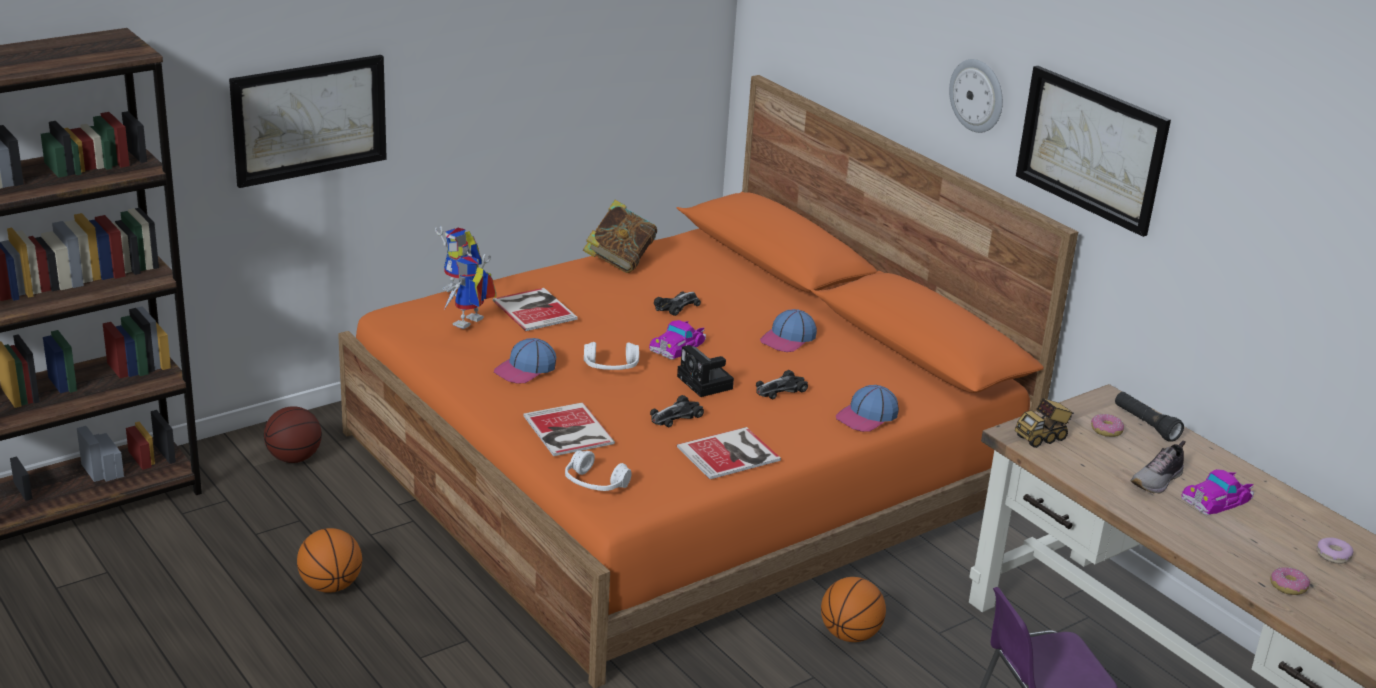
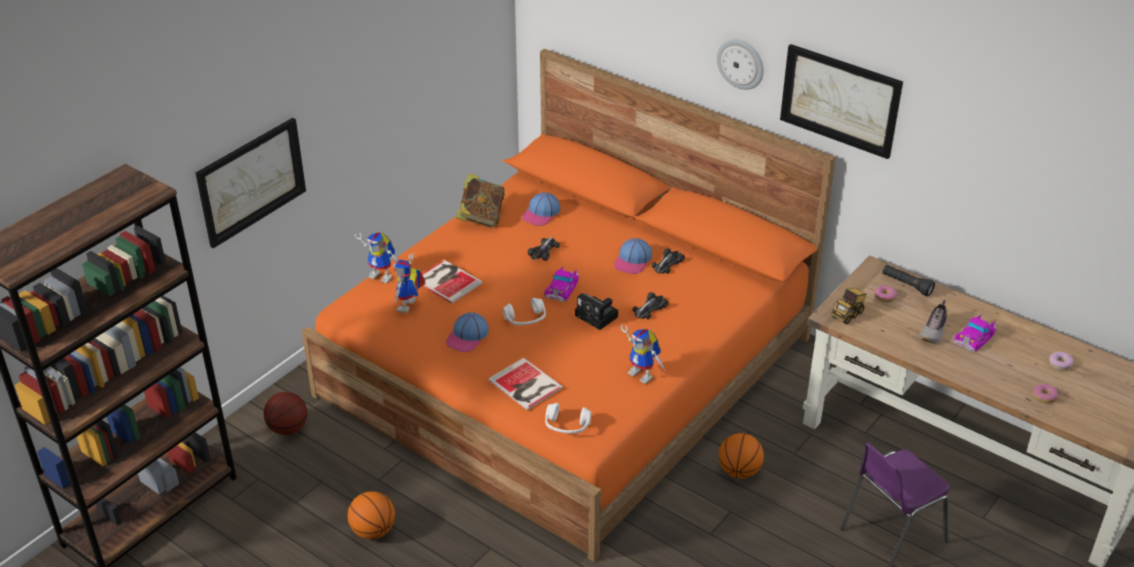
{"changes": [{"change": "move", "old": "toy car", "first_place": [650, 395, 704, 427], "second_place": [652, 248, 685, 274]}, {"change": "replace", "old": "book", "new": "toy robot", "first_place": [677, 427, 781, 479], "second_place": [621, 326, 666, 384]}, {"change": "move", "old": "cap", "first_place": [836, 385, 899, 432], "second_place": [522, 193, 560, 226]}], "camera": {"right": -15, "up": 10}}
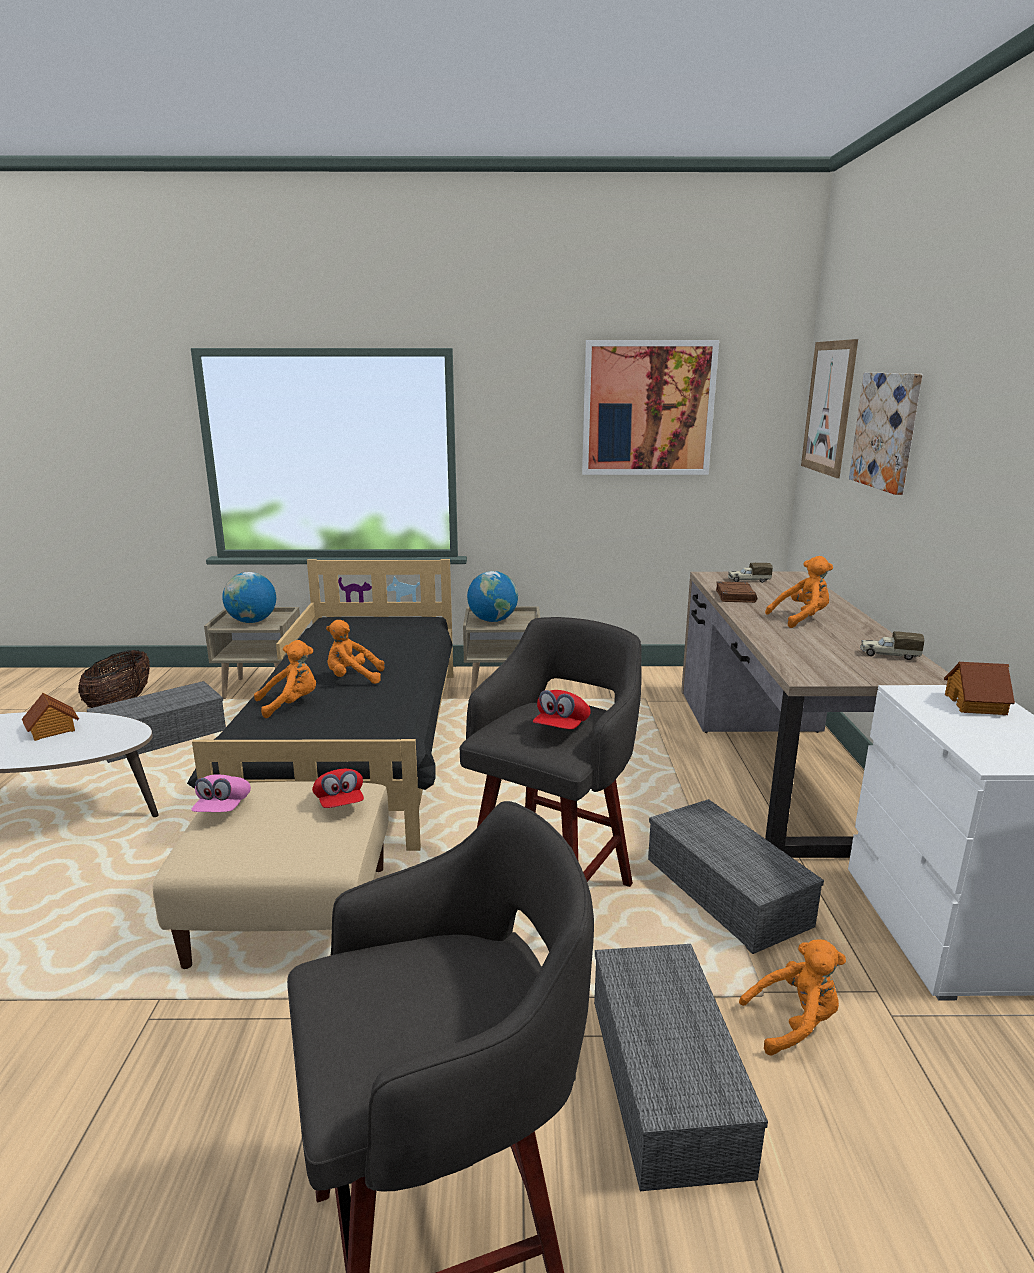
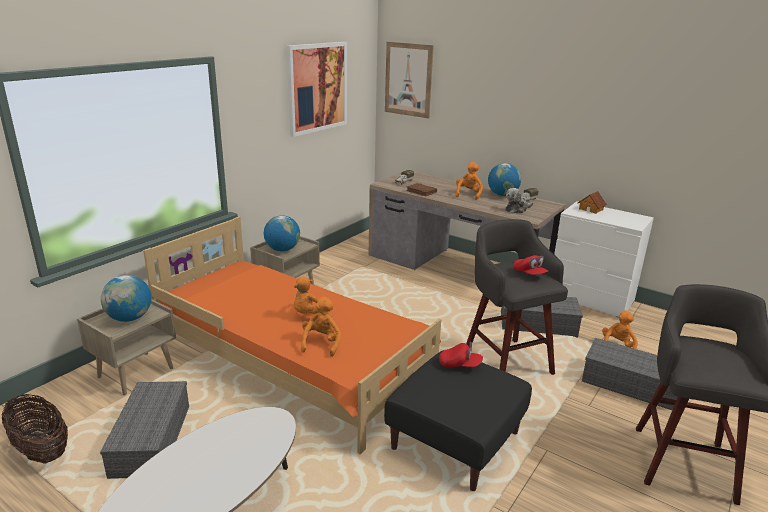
{"changes": [{"change": "delete", "old": "toy house", "first_place": [22, 693, 79, 741]}, {"change": "recolor", "old": "ottoman (beige)", "new": "ottoman (black)", "first_place": [153, 782, 389, 969], "second_place": [384, 350, 532, 491]}, {"change": "recolor", "old": "bed (black)", "new": "bed (orange)", "first_place": [187, 559, 453, 851], "second_place": [143, 217, 441, 454]}, {"change": "delete", "old": "cap (pink)", "first_place": [191, 775, 251, 812]}, {"change": "delete", "old": "picture", "first_place": [849, 373, 923, 495]}, {"change": "insert", "new": "globe", "second_place": [488, 163, 521, 196]}, {"change": "insert", "new": "plush toy", "second_place": [505, 188, 533, 213]}], "camera": {"right": -55, "up": 5}}
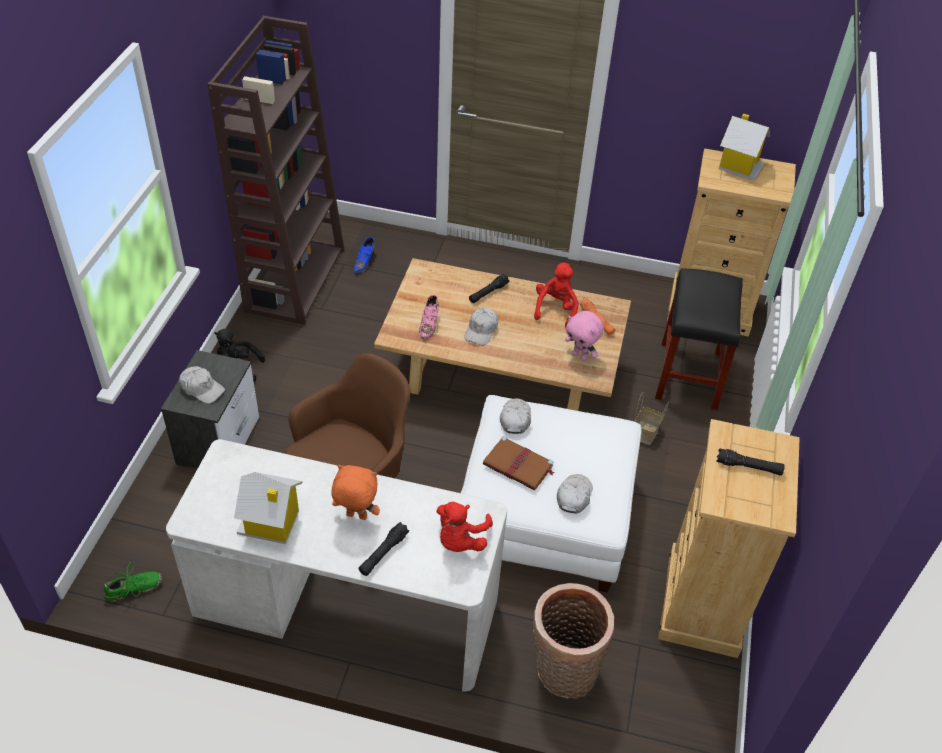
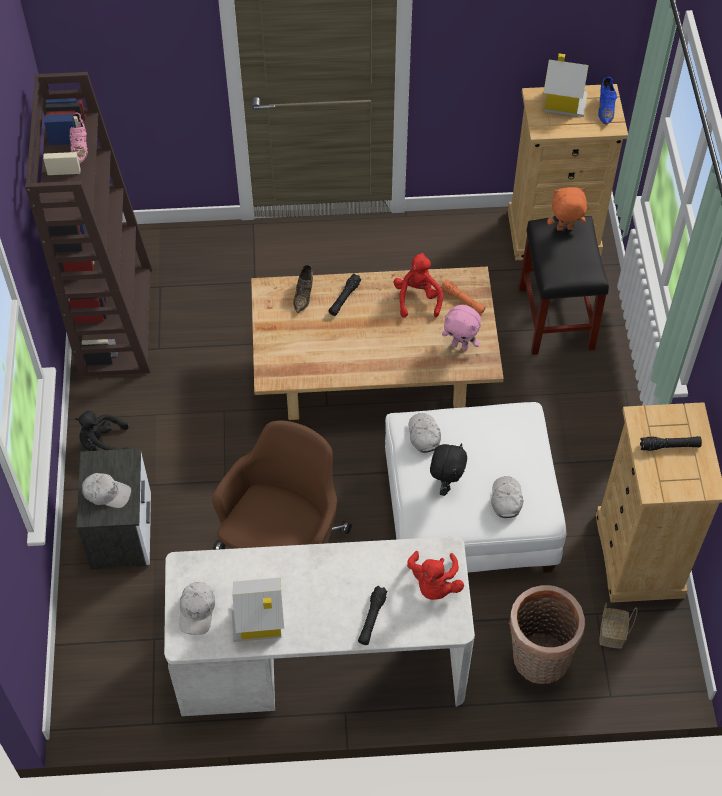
{"changes": [{"change": "delete", "old": "shoe (green)", "first_place": [104, 562, 162, 601]}, {"change": "move", "old": "plush toy (orange)", "first_place": [331, 465, 380, 520], "second_place": [547, 187, 587, 231]}, {"change": "move", "old": "shoe (blue)", "first_place": [354, 237, 375, 273], "second_place": [598, 77, 618, 124]}, {"change": "move", "old": "shoe (pink)", "first_place": [419, 295, 439, 339], "second_place": [70, 112, 88, 164]}, {"change": "move", "old": "cap (white)", "first_place": [464, 308, 498, 345], "second_place": [179, 582, 215, 635]}, {"change": "replace", "old": "book (brown)", "new": "plush toy (black)", "first_place": [483, 436, 555, 490], "second_place": [430, 443, 467, 496]}, {"change": "move", "old": "basket", "first_place": [635, 392, 669, 445], "second_place": [600, 602, 637, 649]}, {"change": "insert", "new": "shoe (brown)", "second_place": [293, 265, 313, 313]}], "camera": {"right": -15, "up": 10}}
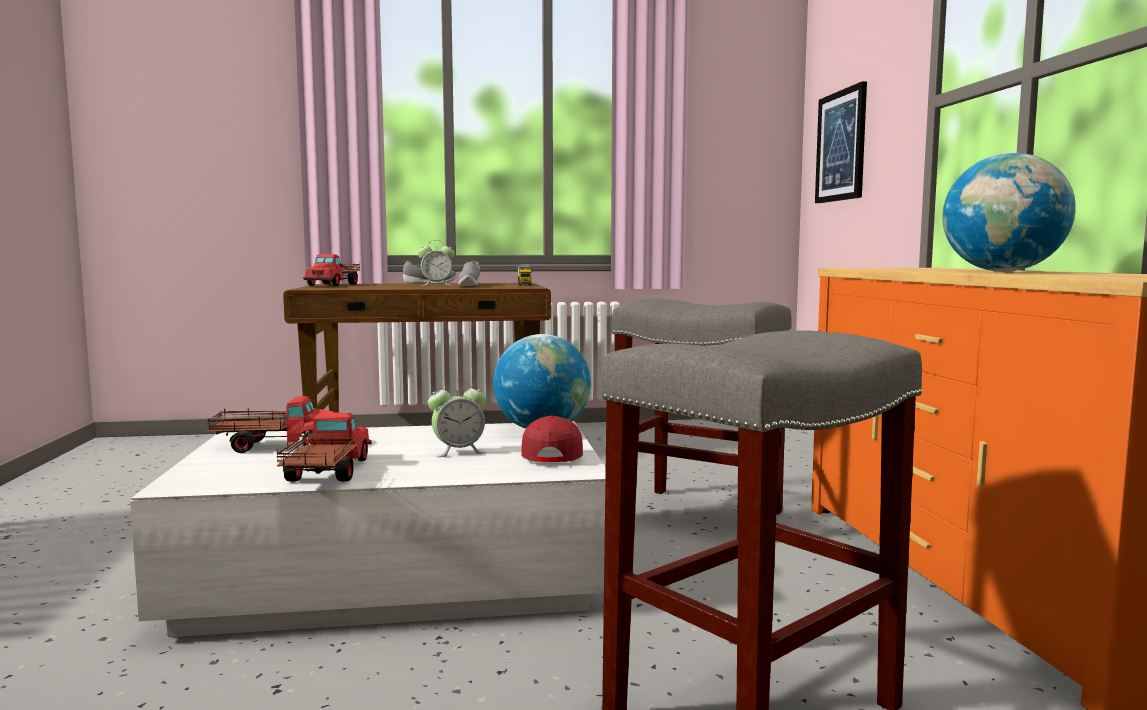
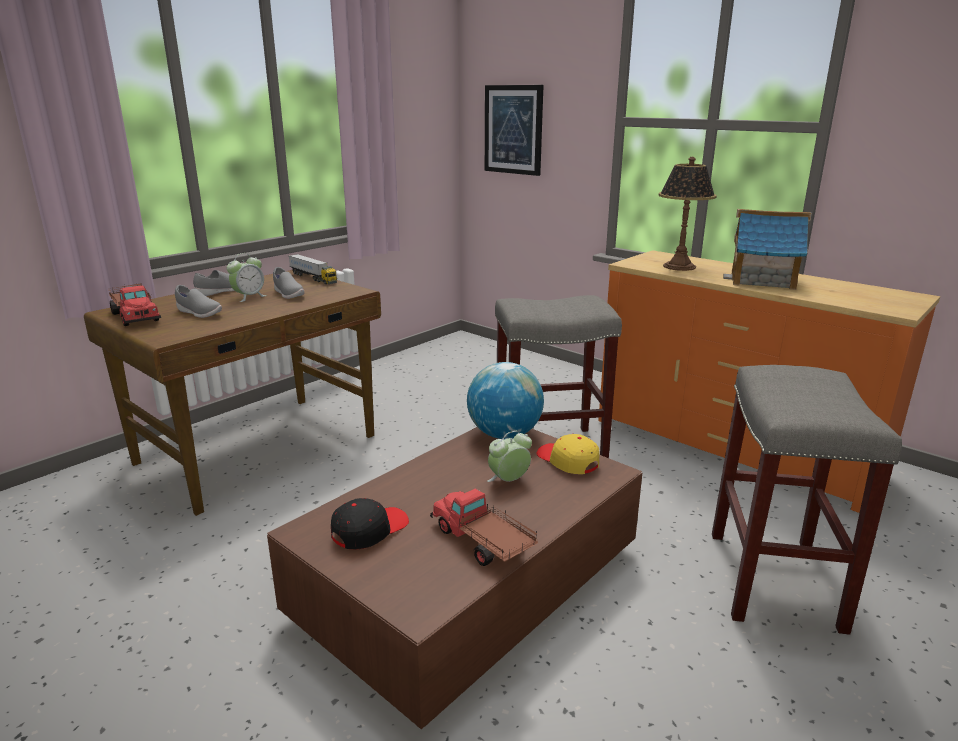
{"changes": [{"change": "recolor", "old": "coffee table (white)", "new": "coffee table (brown)", "first_place": [130, 421, 606, 637], "second_place": [267, 427, 642, 729]}, {"change": "replace", "old": "toy truck", "new": "cap (black)", "first_place": [207, 396, 335, 453], "second_place": [331, 498, 409, 550]}, {"change": "rotate", "old": "alarm clock", "first_place": [428, 380, 487, 457], "second_place": [487, 431, 532, 482], "degrees": -150}, {"change": "recolor", "old": "cap (red)", "new": "cap (yellow)", "first_place": [521, 416, 583, 462], "second_place": [537, 434, 599, 474]}, {"change": "replace", "old": "globe", "new": "toy house", "first_place": [942, 153, 1076, 272], "second_place": [723, 209, 812, 290]}, {"change": "insert", "new": "shoe (grey)", "second_place": [175, 285, 222, 318]}, {"change": "insert", "new": "table lamp", "second_place": [659, 157, 717, 271]}], "camera": {"right": -40, "up": 15}}
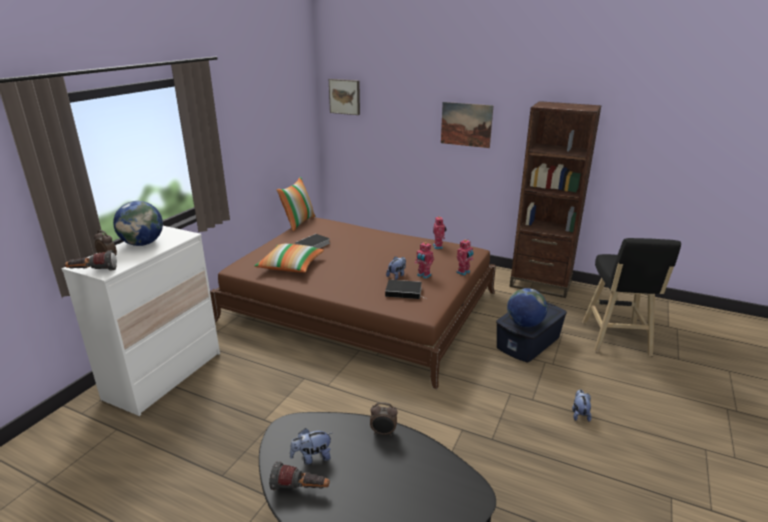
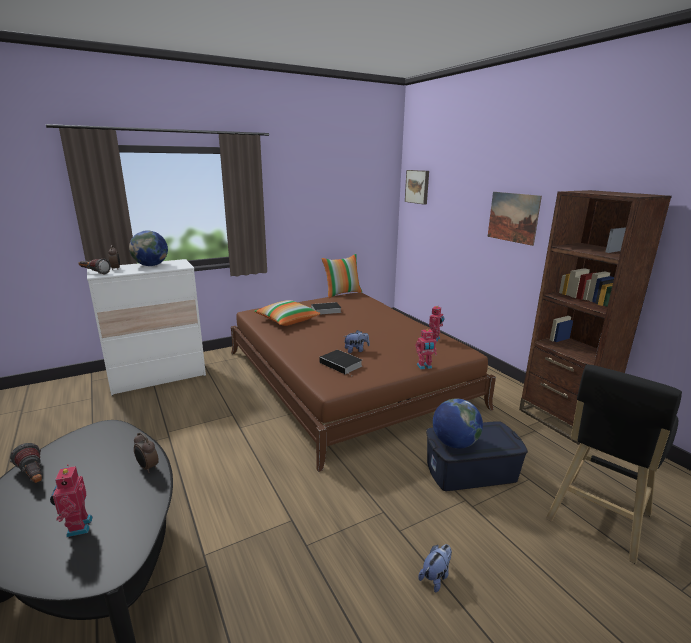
{"changes": [{"change": "delete", "old": "plush toy", "first_place": [290, 428, 332, 464]}, {"change": "move", "old": "toy robot", "first_place": [415, 242, 434, 279], "second_place": [50, 464, 93, 537]}], "camera": {"right": 35, "up": -5}}
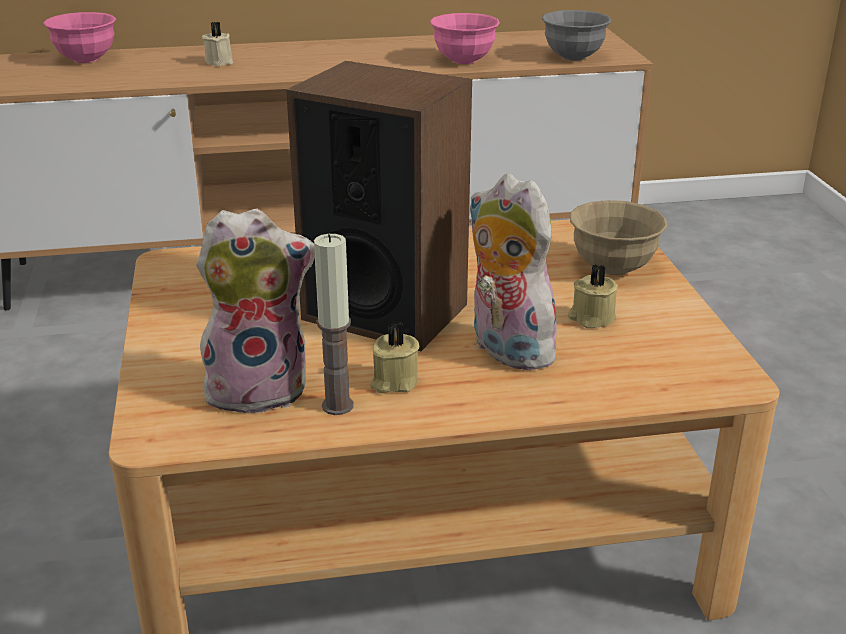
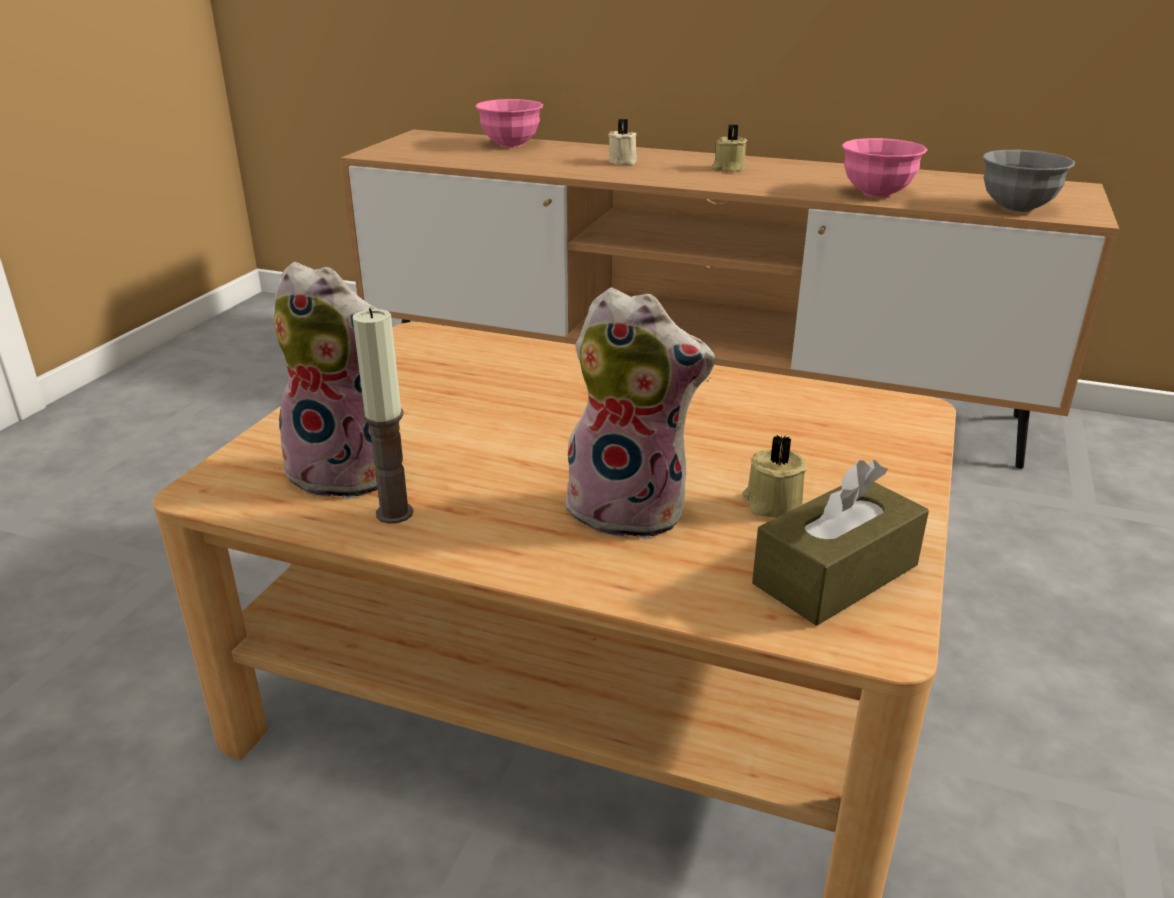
{"changes": [{"change": "delete", "old": "speaker", "first_place": [286, 61, 472, 351]}, {"change": "move", "old": "candle (beige)", "first_place": [370, 322, 419, 393], "second_place": [712, 124, 747, 172]}, {"change": "rotate", "old": "plush toy", "first_place": [469, 173, 558, 371], "second_place": [560, 288, 715, 540], "degrees": 120}, {"change": "delete", "old": "bowl (beige)", "first_place": [570, 200, 667, 275]}, {"change": "insert", "new": "tissue box (brown)", "second_place": [752, 460, 929, 626]}], "camera": {"right": 30, "up": 0}}
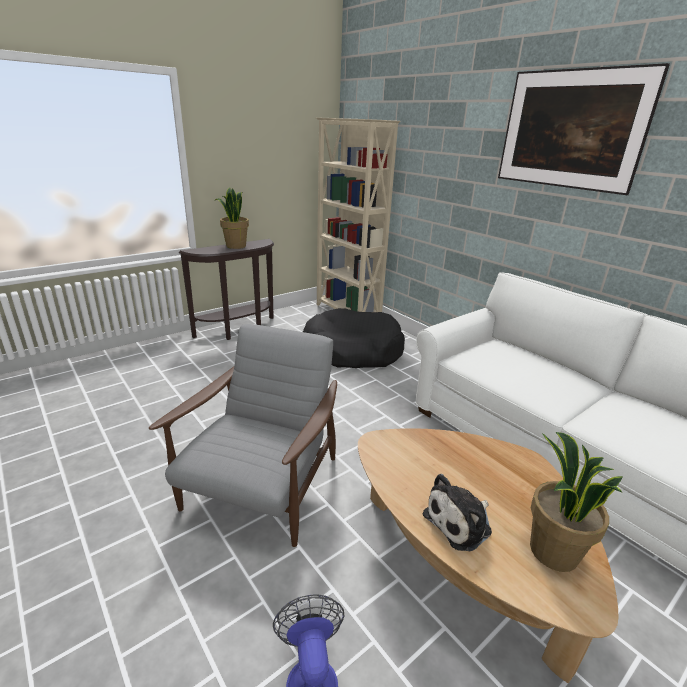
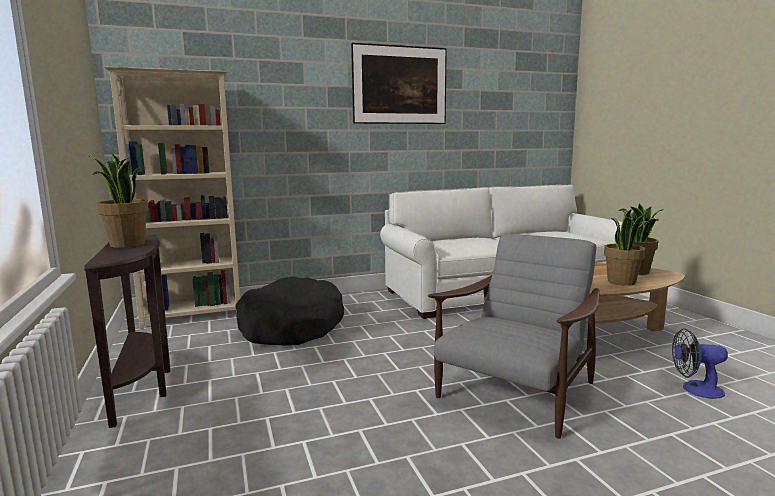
{"changes": [{"change": "rotate", "old": "armchair (grey)", "first_place": [149, 324, 337, 547], "second_place": [428, 234, 600, 439], "degrees": 90}, {"change": "replace", "old": "plush toy", "new": "potted plant", "first_place": [423, 474, 492, 551], "second_place": [604, 209, 651, 286]}], "camera": {"right": -70, "up": -15}}
